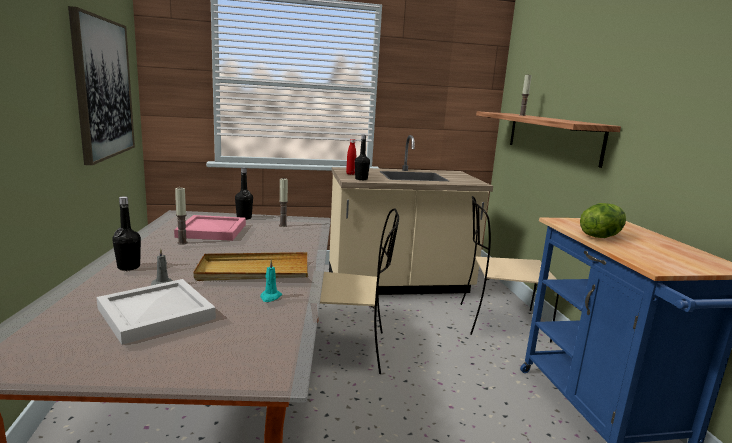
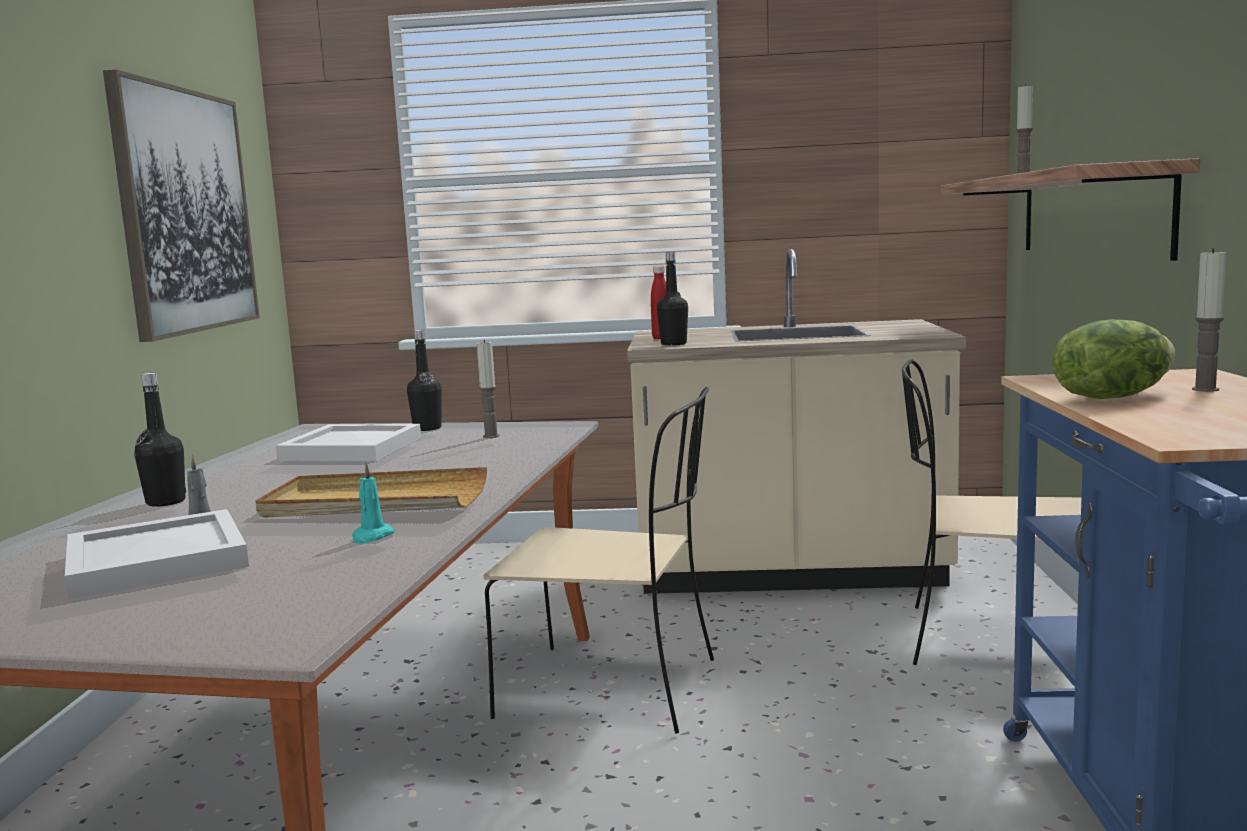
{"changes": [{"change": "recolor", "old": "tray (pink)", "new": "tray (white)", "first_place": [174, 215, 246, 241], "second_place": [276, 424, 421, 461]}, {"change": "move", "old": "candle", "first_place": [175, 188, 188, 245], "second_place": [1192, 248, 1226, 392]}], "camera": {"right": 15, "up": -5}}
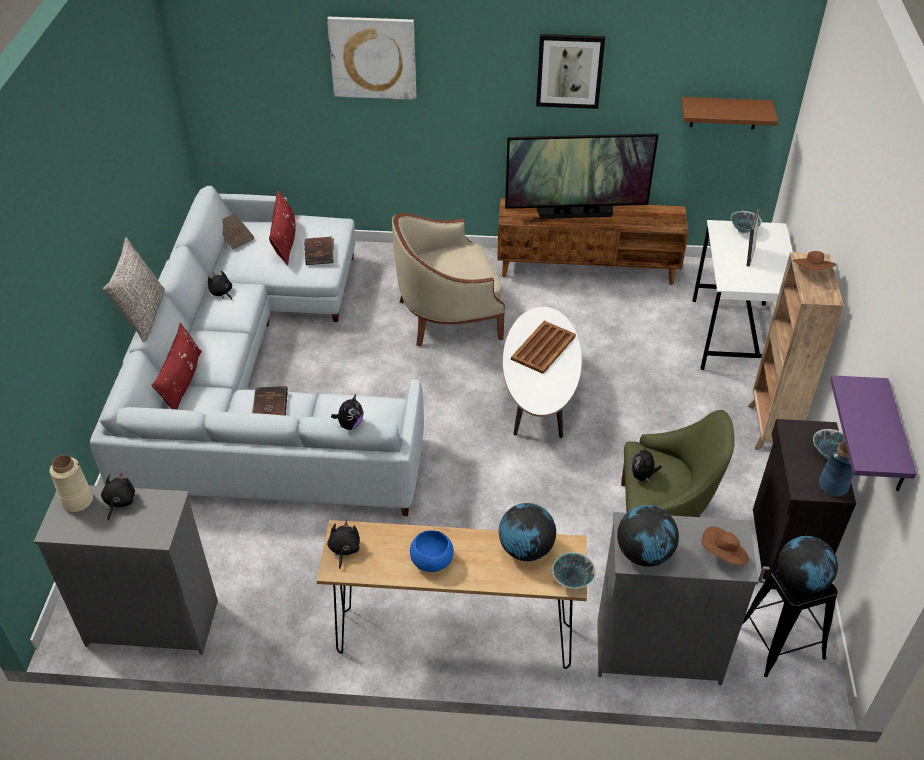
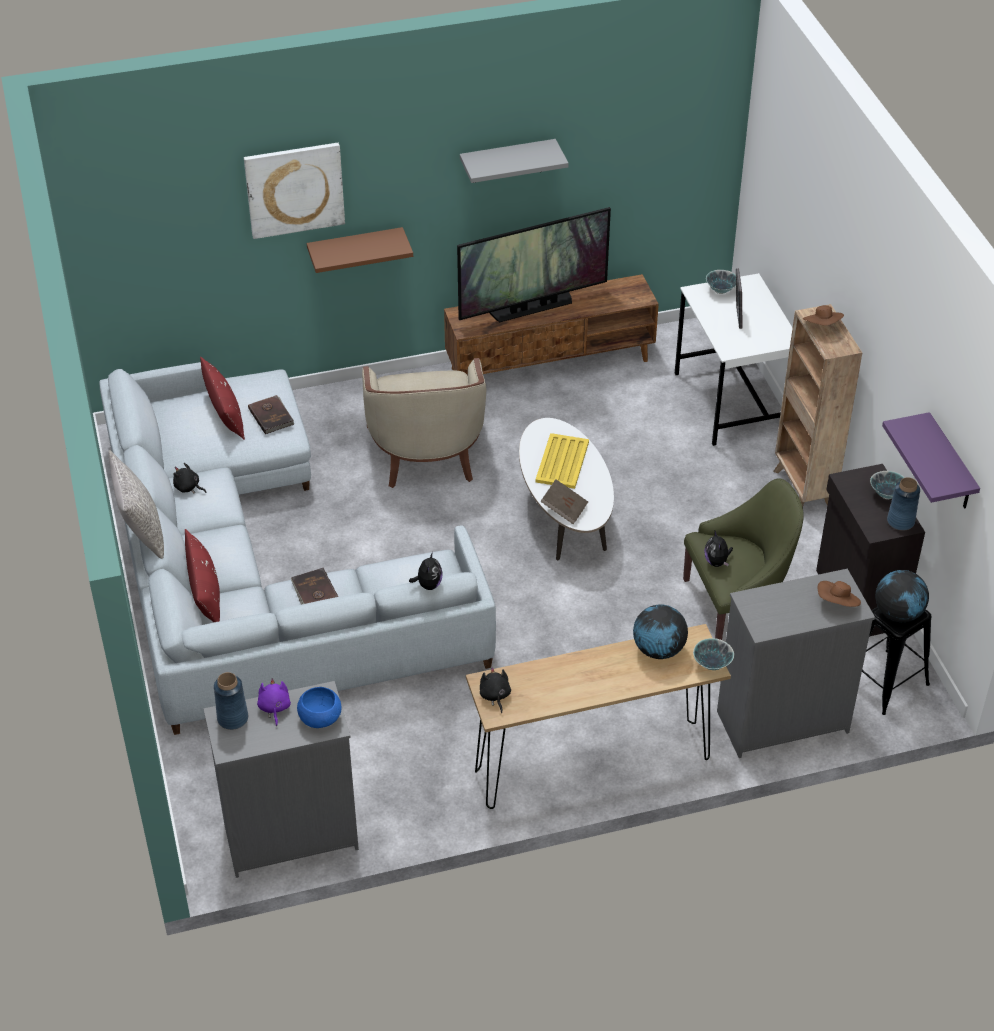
{"changes": [{"change": "recolor", "old": "vase (beige)", "new": "vase (blue)", "first_place": [50, 455, 93, 512], "second_place": [214, 672, 248, 730]}, {"change": "recolor", "old": "plush toy (black)", "new": "plush toy (purple)", "first_place": [101, 472, 135, 521], "second_place": [257, 678, 291, 726]}, {"change": "move", "old": "book (brown)", "first_place": [223, 213, 254, 250], "second_place": [540, 479, 588, 524]}, {"change": "rotate", "old": "armchair (beige)", "first_place": [392, 213, 505, 347], "second_place": [362, 358, 486, 488], "degrees": -60}, {"change": "move", "old": "bowl (blue)", "first_place": [410, 530, 454, 572], "second_place": [297, 687, 342, 728]}, {"change": "recolor", "old": "tray (brown)", "new": "tray (yellow)", "first_place": [511, 321, 576, 374], "second_place": [535, 433, 589, 489]}, {"change": "replace", "old": "picture", "new": "shelf (grey)", "first_place": [536, 34, 605, 109], "second_place": [460, 139, 569, 183]}, {"change": "delete", "old": "globe", "first_place": [617, 505, 679, 567]}, {"change": "move", "old": "shelf (brown)", "first_place": [681, 97, 778, 129], "second_place": [307, 227, 413, 273]}], "camera": {"right": -20, "up": 0}}
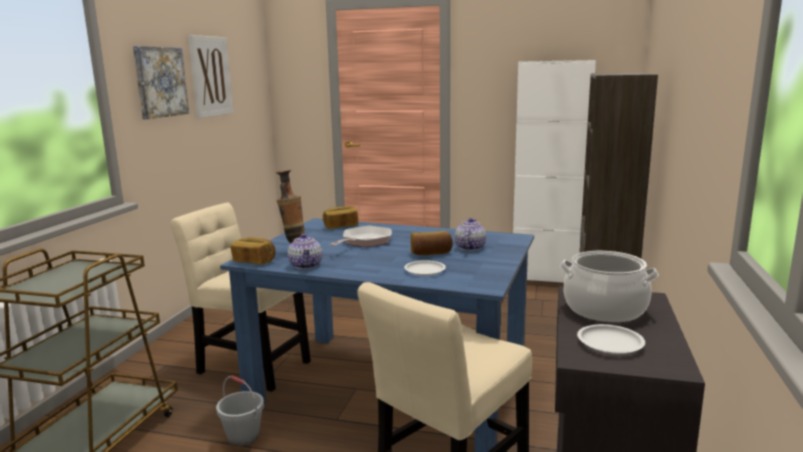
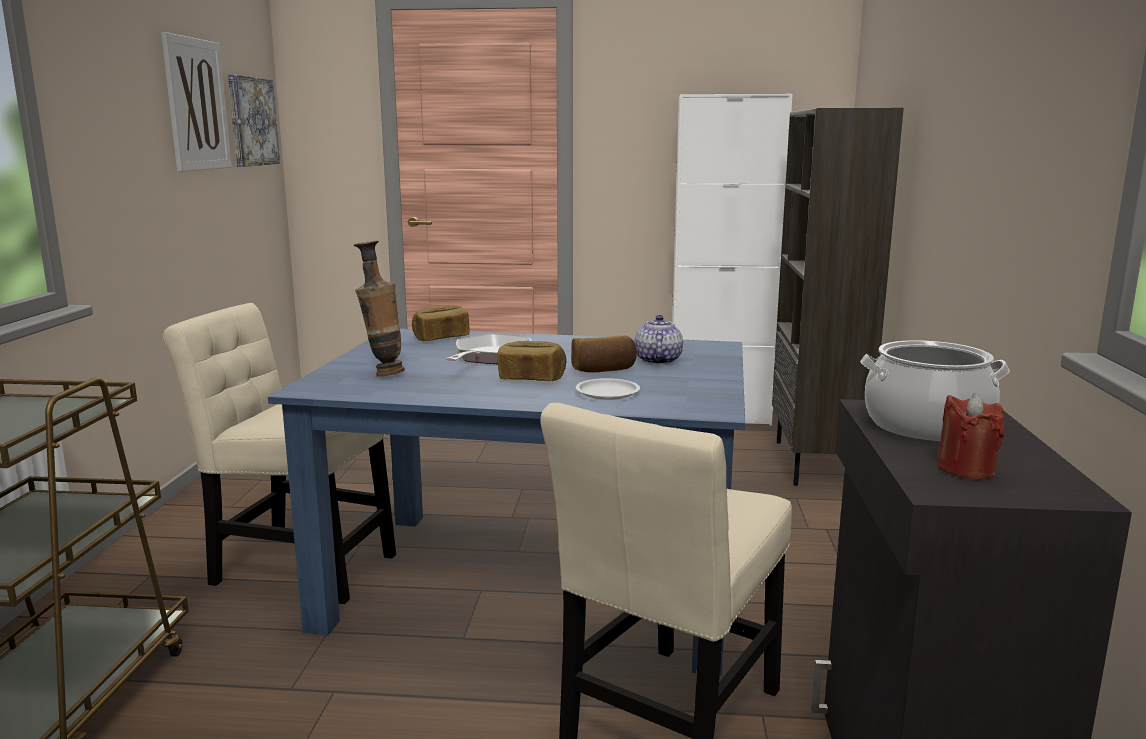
{"changes": [{"change": "move", "old": "picture", "first_place": [133, 46, 189, 119], "second_place": [228, 75, 280, 167]}, {"change": "delete", "old": "bucket (grey)", "first_place": [216, 375, 264, 447]}, {"change": "move", "old": "bread", "first_place": [230, 237, 276, 265], "second_place": [497, 341, 566, 381]}, {"change": "delete", "old": "teapot", "first_place": [288, 234, 322, 269]}, {"change": "replace", "old": "plate (white)", "new": "candle (red)", "first_place": [577, 324, 645, 354], "second_place": [937, 393, 1004, 480]}], "camera": {"right": -10, "up": 0}}
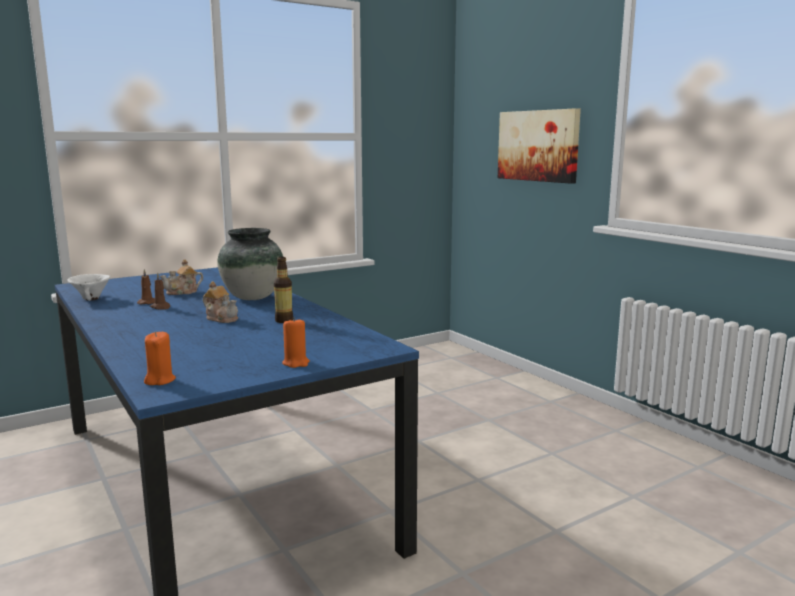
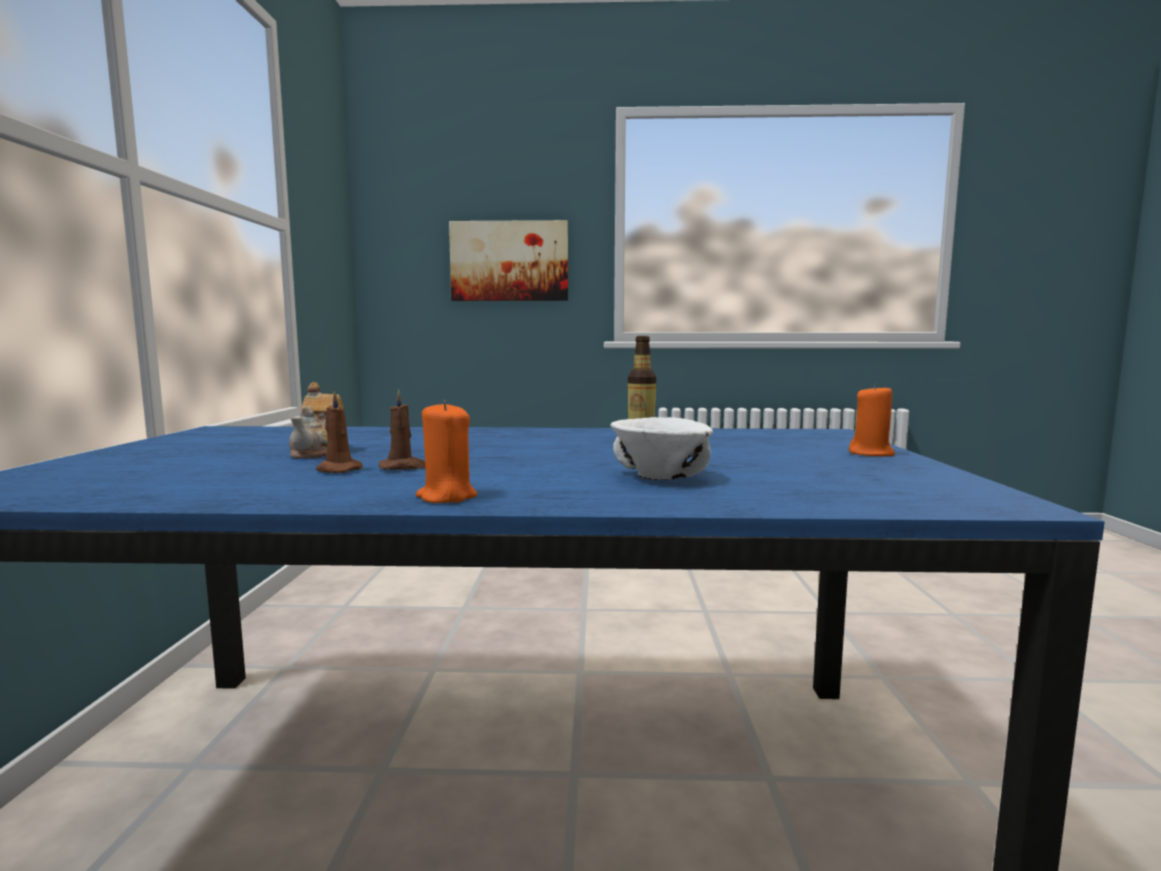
{"changes": [{"change": "move", "old": "bowl (white)", "first_place": [67, 274, 110, 301], "second_place": [611, 417, 713, 480]}, {"change": "move", "old": "candle (orange)", "first_place": [144, 331, 176, 385], "second_place": [416, 401, 477, 503]}, {"change": "delete", "old": "teapot", "first_place": [203, 281, 238, 323]}, {"change": "delete", "old": "vase", "first_place": [217, 228, 283, 300]}], "camera": {"right": -55, "up": -5}}
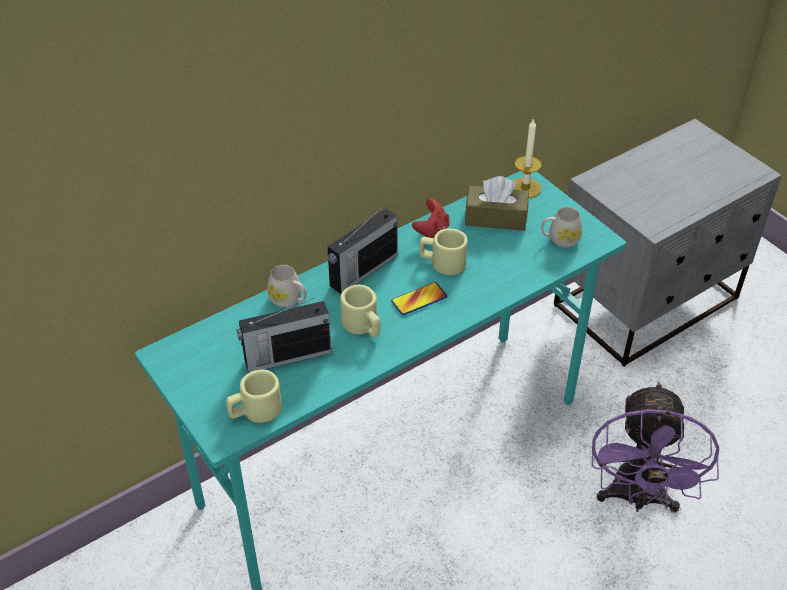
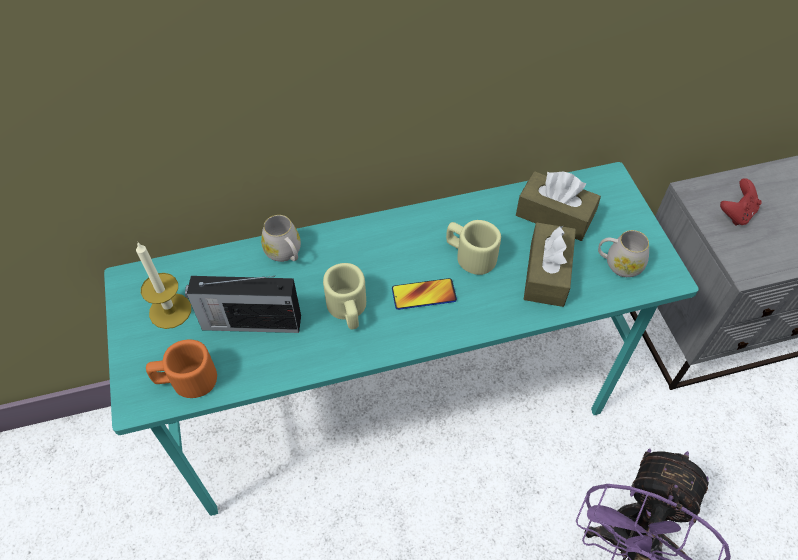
{"changes": [{"change": "recolor", "old": "mug (beige)", "new": "mug (orange)", "first_place": [226, 369, 282, 423], "second_place": [146, 339, 217, 398]}, {"change": "delete", "old": "radio", "first_place": [327, 205, 398, 294]}, {"change": "move", "old": "game controller (red)", "first_place": [412, 199, 450, 238], "second_place": [720, 178, 762, 226]}, {"change": "move", "old": "candle", "first_place": [513, 118, 542, 198], "second_place": [136, 243, 191, 329]}, {"change": "insert", "new": "tissue box (brown)", "second_place": [524, 223, 576, 307]}], "camera": {"right": 20, "up": 10}}
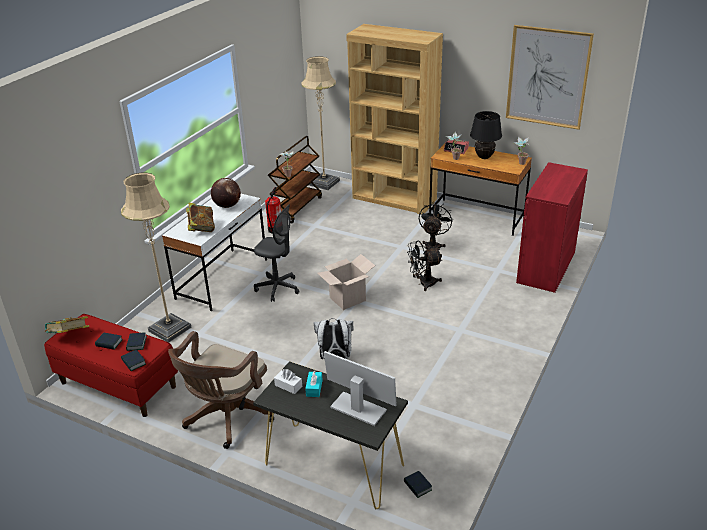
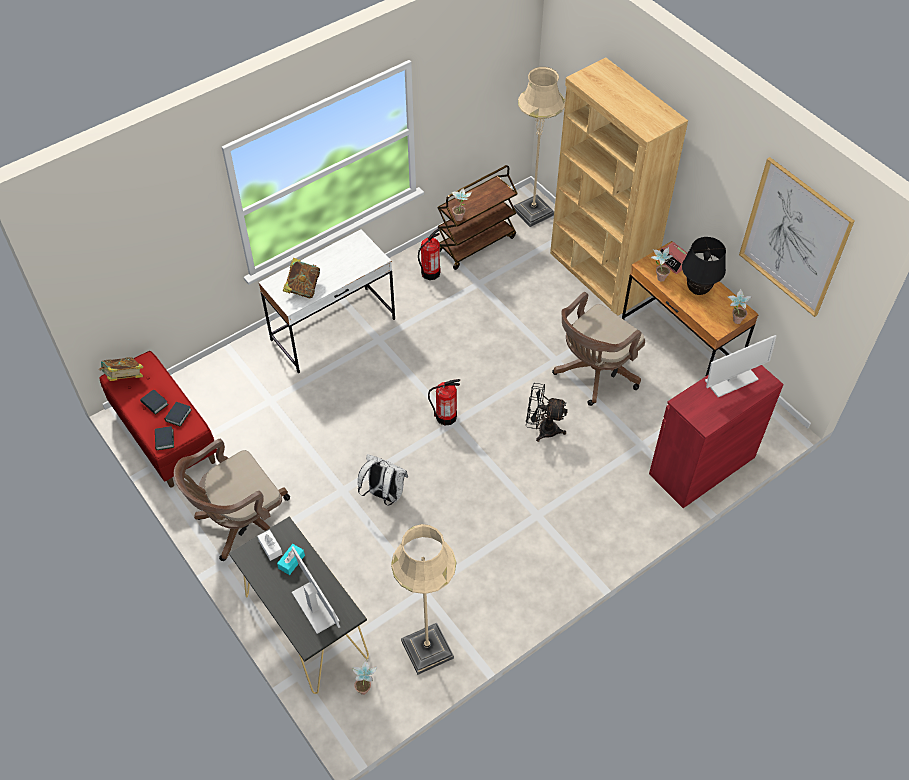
{"changes": [{"change": "move", "old": "floor lamp (beige)", "first_place": [121, 173, 192, 343], "second_place": [391, 524, 456, 675]}, {"change": "delete", "old": "globe", "first_place": [211, 178, 241, 208]}, {"change": "delete", "old": "office chair (grey)", "first_place": [254, 204, 300, 302]}, {"change": "replace", "old": "cardboard box", "new": "fire extinguisher", "first_place": [317, 254, 375, 310], "second_place": [428, 379, 460, 426]}, {"change": "replace", "old": "book", "new": "potted plant", "first_place": [404, 471, 432, 498], "second_place": [352, 659, 377, 695]}, {"change": "replace", "old": "fan (black)", "new": "office chair (brown)", "first_place": [419, 201, 452, 249], "second_place": [552, 292, 645, 406]}, {"change": "insert", "new": "monitor", "second_place": [705, 335, 776, 397]}], "camera": {"right": 25, "up": 20}}
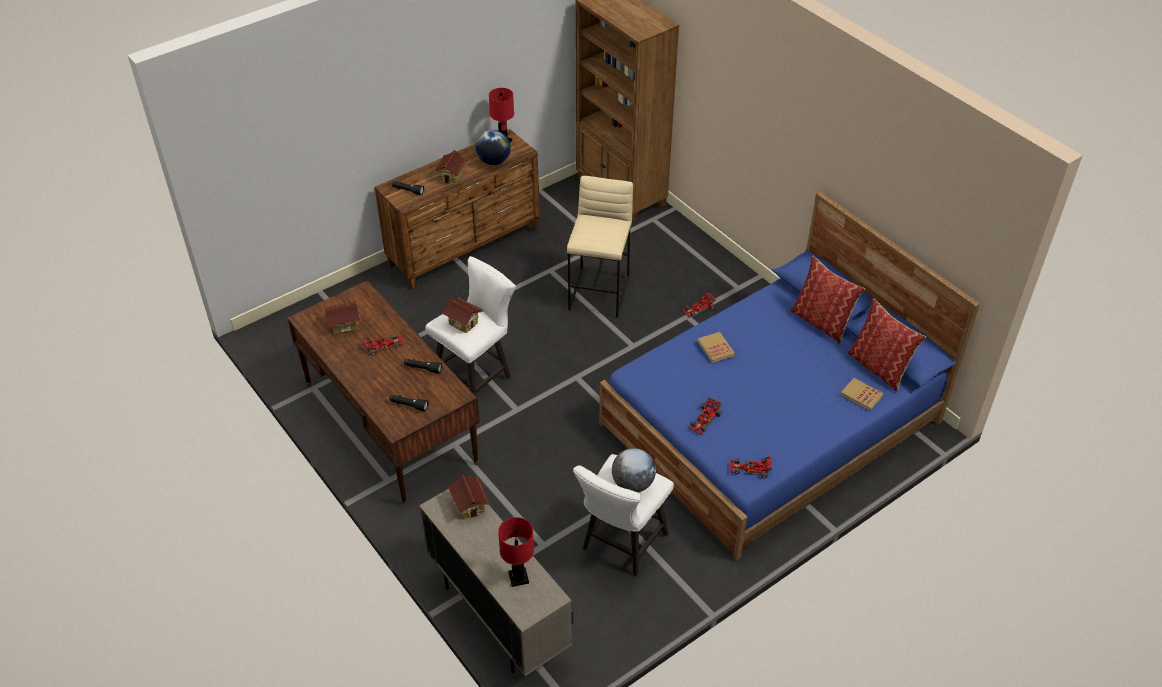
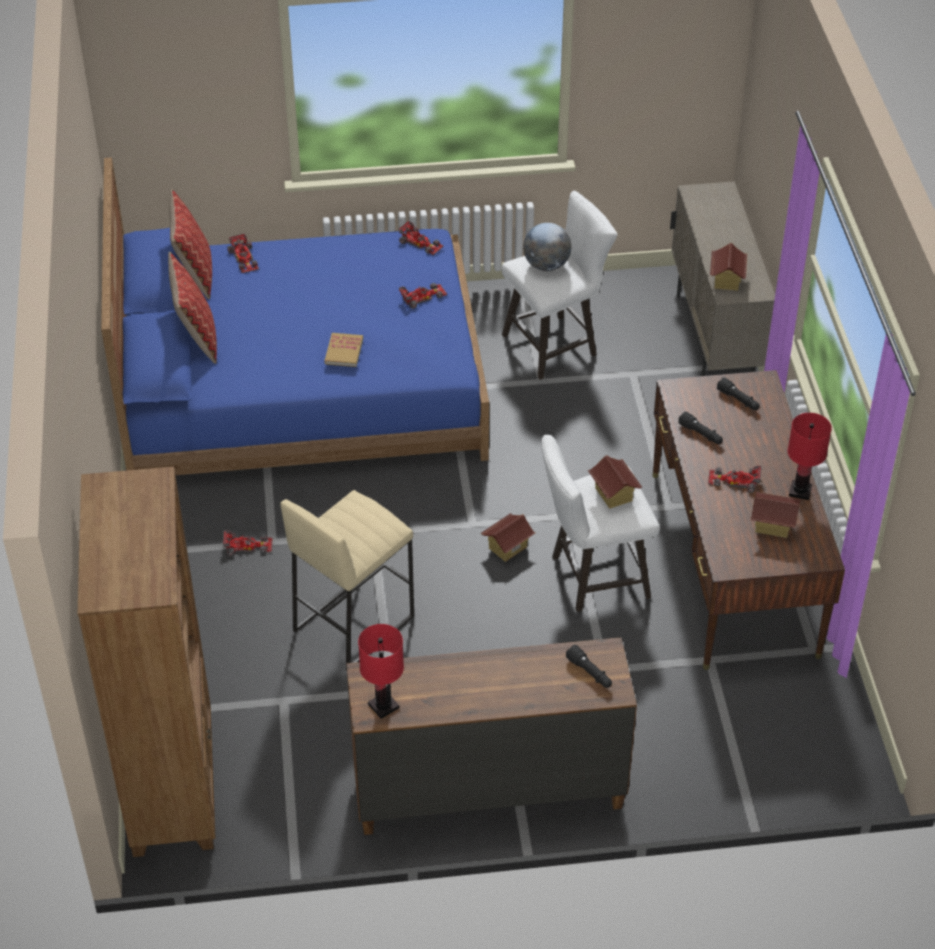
{"changes": [{"change": "move", "old": "toy house", "first_place": [434, 150, 468, 185], "second_place": [481, 513, 535, 562]}, {"change": "delete", "old": "globe", "first_place": [475, 130, 511, 165]}, {"change": "move", "old": "table lamp (red)", "first_place": [498, 517, 534, 587], "second_place": [787, 413, 832, 500]}, {"change": "replace", "old": "book", "new": "toy car", "first_place": [840, 378, 884, 411], "second_place": [227, 233, 259, 273]}], "camera": {"right": -150, "up": 0}}
